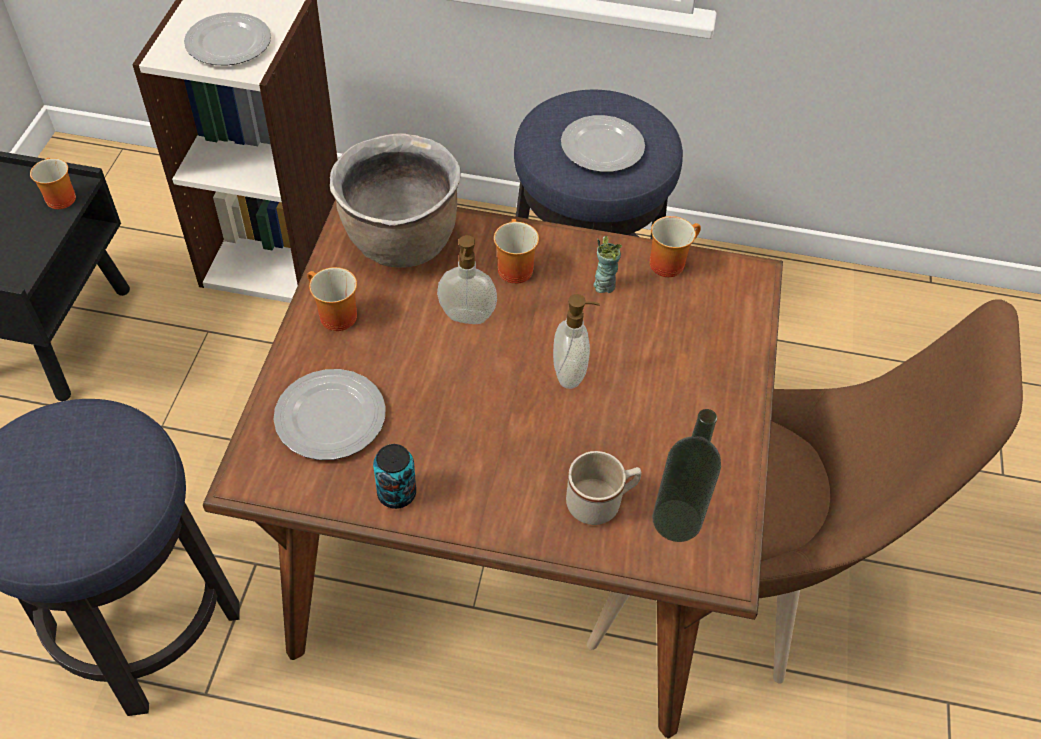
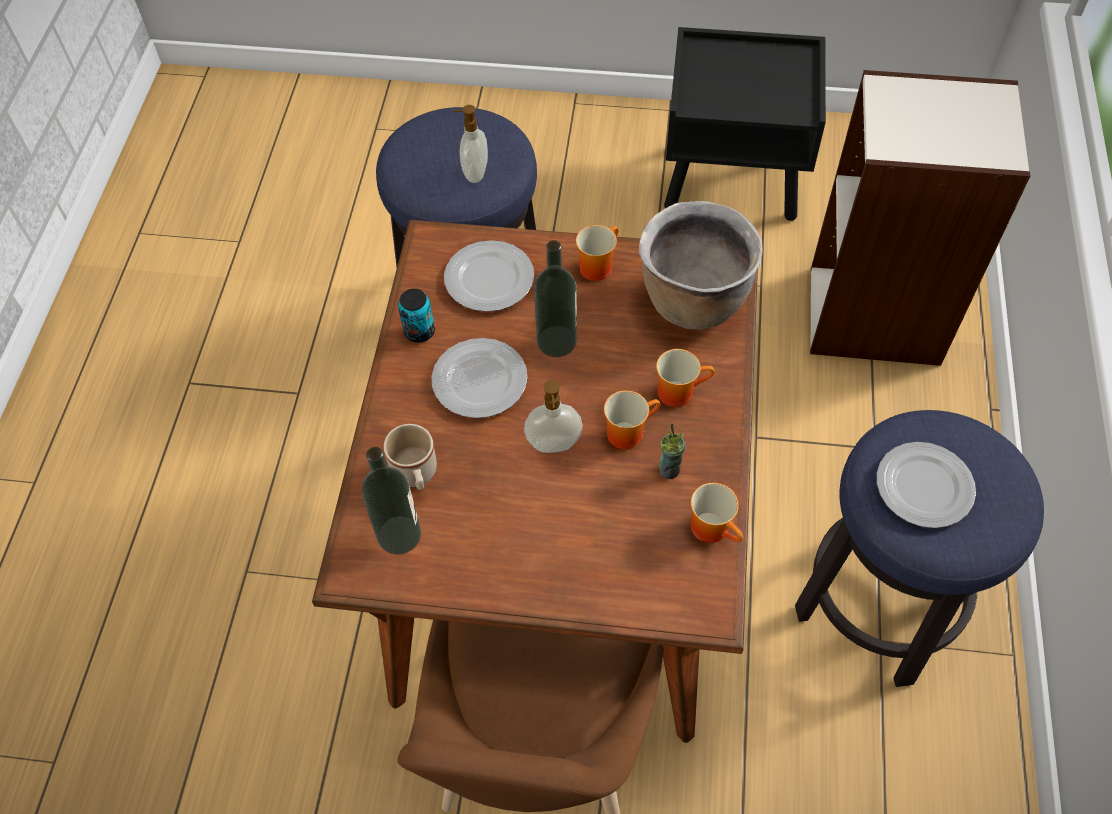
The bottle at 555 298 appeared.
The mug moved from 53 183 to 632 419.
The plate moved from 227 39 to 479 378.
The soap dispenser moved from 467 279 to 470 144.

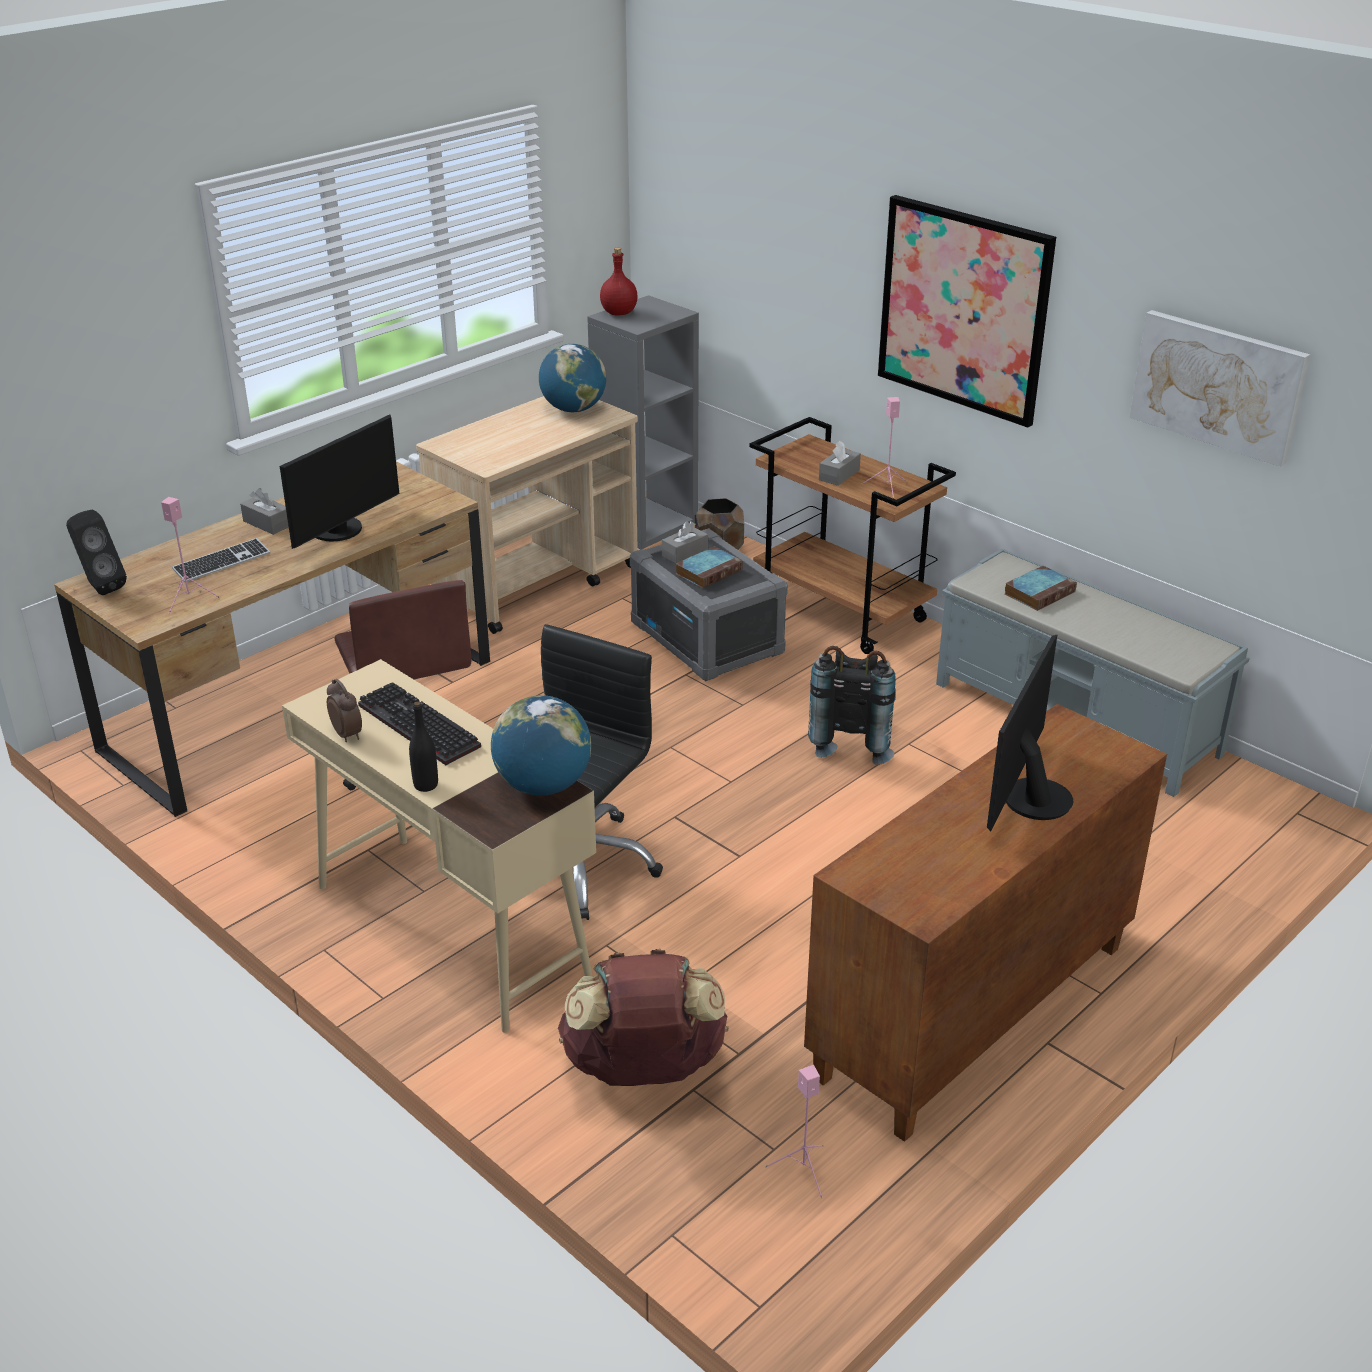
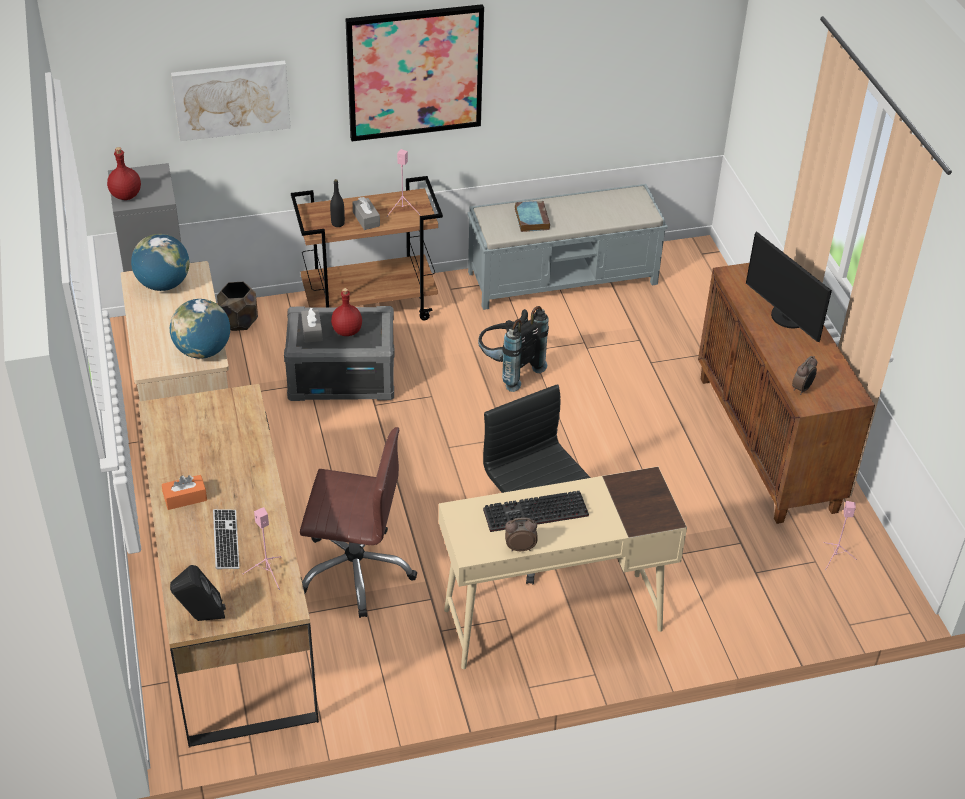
The monitor at 339 482 disappeared.
The backpack/brown at 643 1017 disappeared.
The alarm clock at 804 375 appeared.
The bottle/black moved from 423 747 to 337 203.
The globe moved from 541 745 to 200 329.
The picture moved from 1220 388 to 231 100.
The book at 709 567 was replaced by the bottle/red at 346 312.
The tissue box/grey at 264 511 became the tissue box/orange at 184 492.

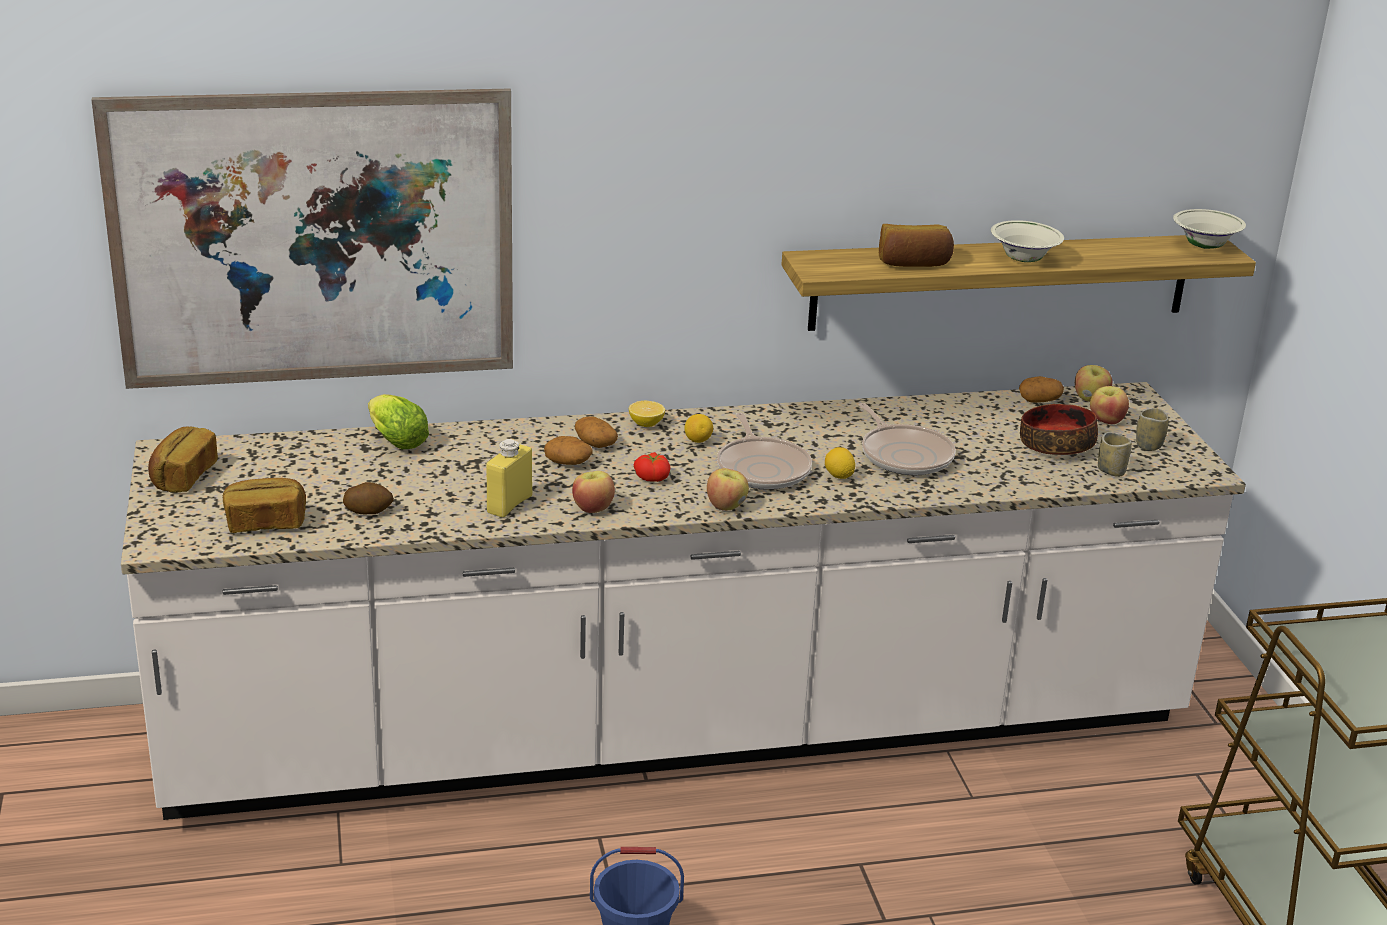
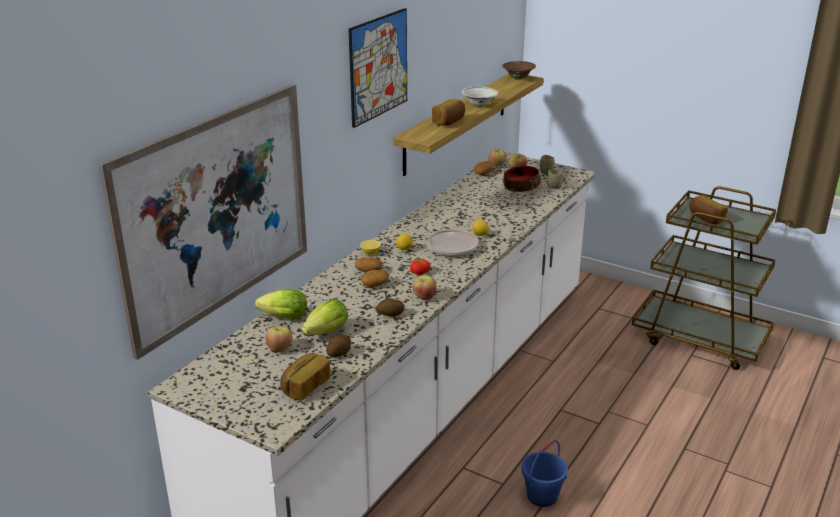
The frying pan at 907 439 disappeared.
The lettuce at 325 317 appeared.
The picture at 378 68 appeared.
The bread moved from 183 459 to 708 210.
The apple moved from 728 489 to 279 339.
The bottle/yellow at 509 478 was replaced by the potato at 390 307.
The bowl/white at 1209 229 became the bowl/brown at 519 70.

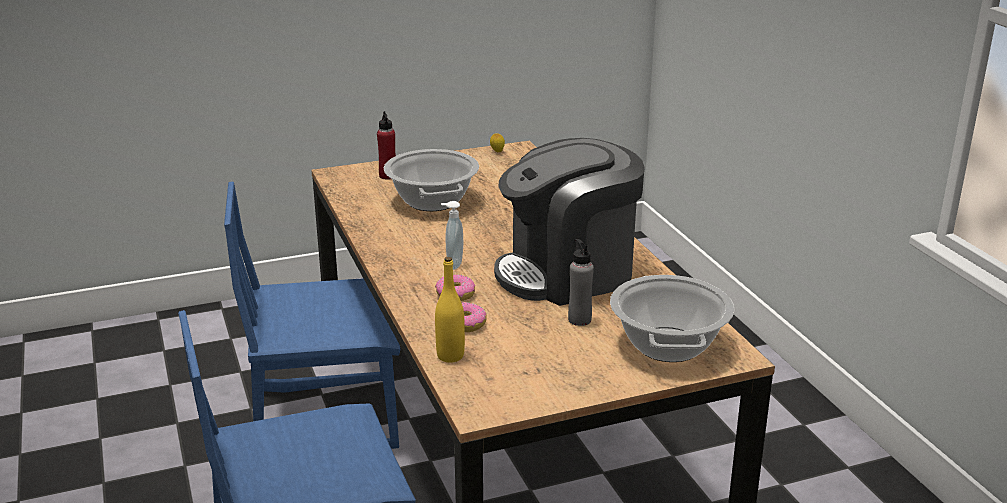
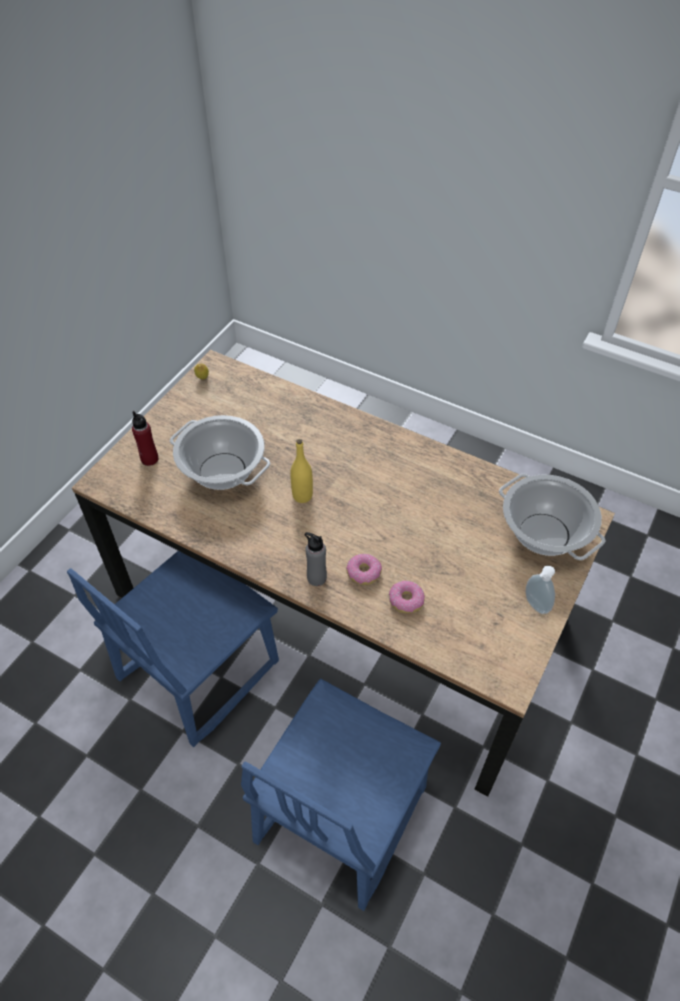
The coffee machine at 569 222 disappeared.
The bottle/yellow moved from 450 310 to 301 471.
The soap dispenser moved from 452 235 to 540 589.
The bottle/grey moved from 581 282 to 316 559.

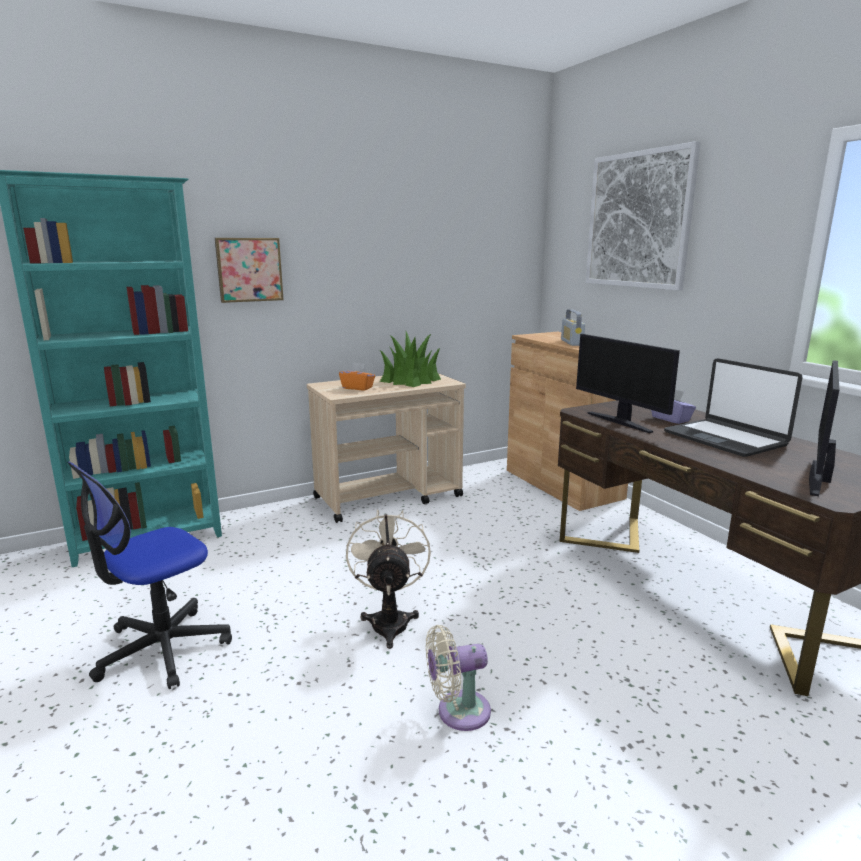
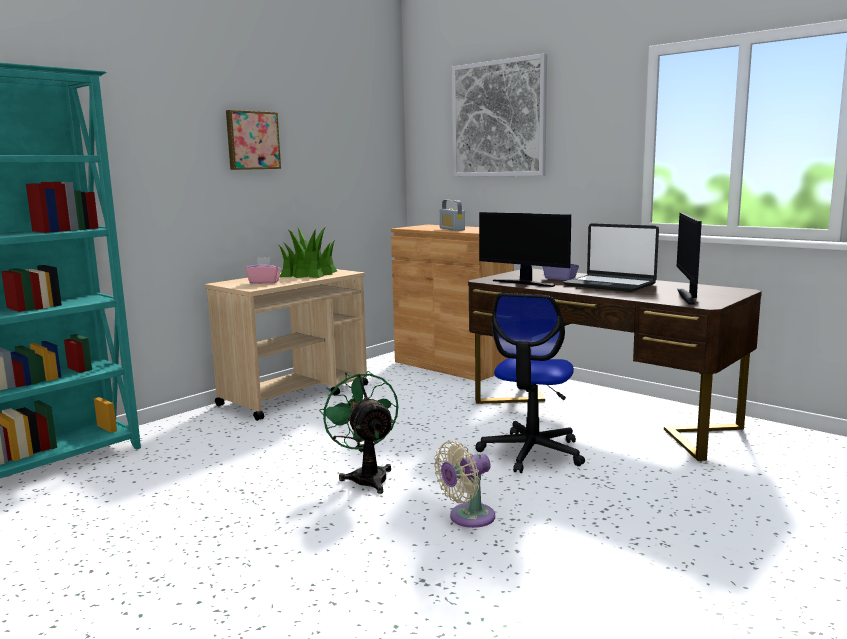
The office chair moved from 150 575 to 530 383.
The picture moved from 249 270 to 253 140.
The tissue box/orange at 357 376 became the tissue box/pink at 263 270.
The fan/beige at 388 579 became the fan/green at 358 432.

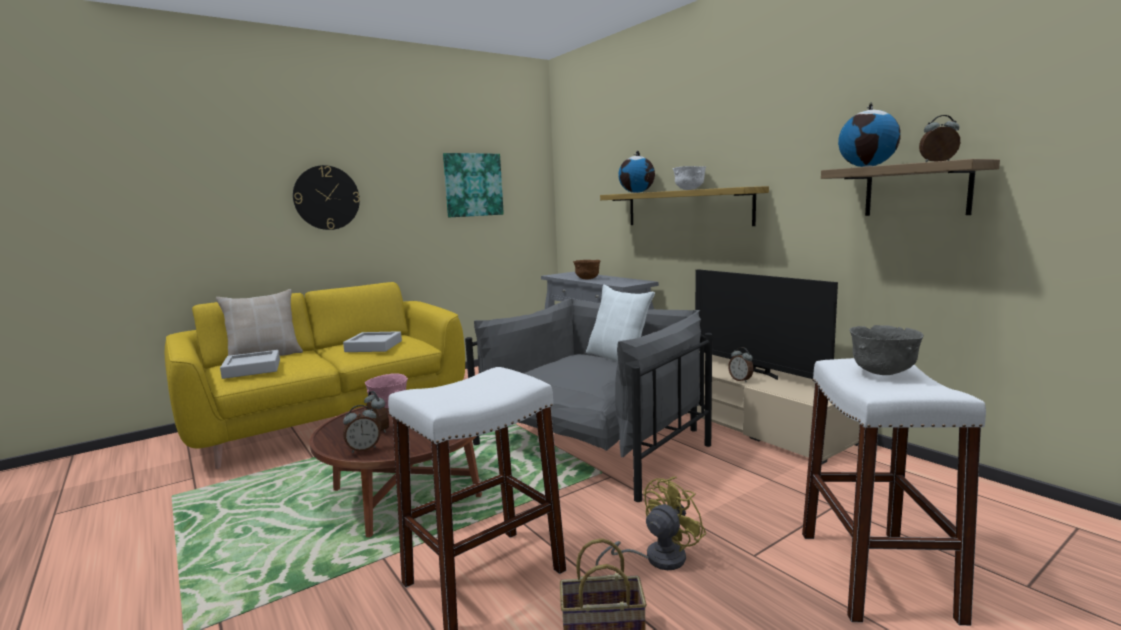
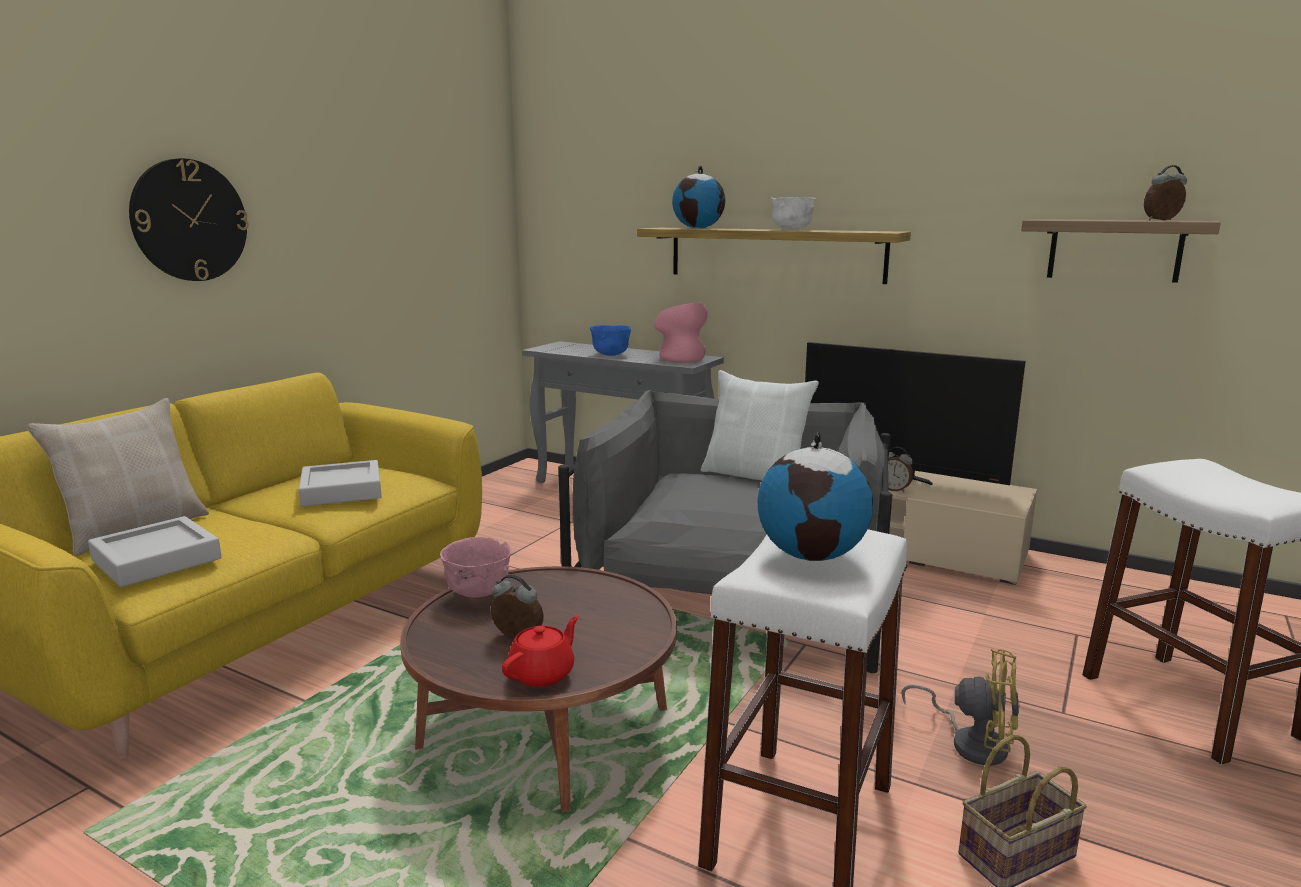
The picture at 473 185 disappeared.
The bowl/grey at 886 350 disappeared.
The vase/pink at 681 333 appeared.
The globe moved from 869 134 to 815 496.
The alarm clock at 362 429 was replaced by the teapot/red at 540 651.
The bowl/brown at 587 270 became the bowl/blue at 610 340.
The fan/yellow at 651 523 turned 90 degrees clockwise.

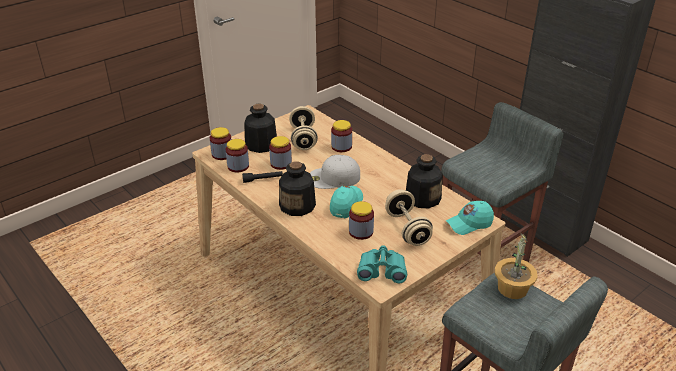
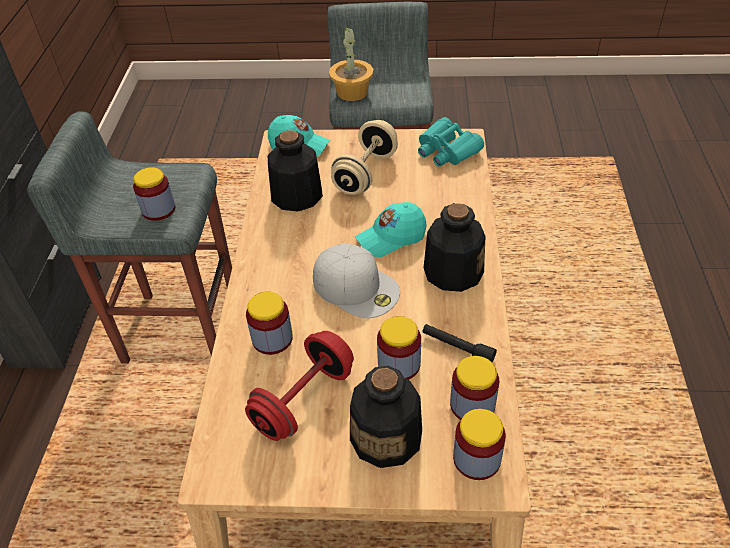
The jar moved from 361 220 to 154 194.
The dumbbell/beige at 303 128 became the dumbbell/red at 299 386.

